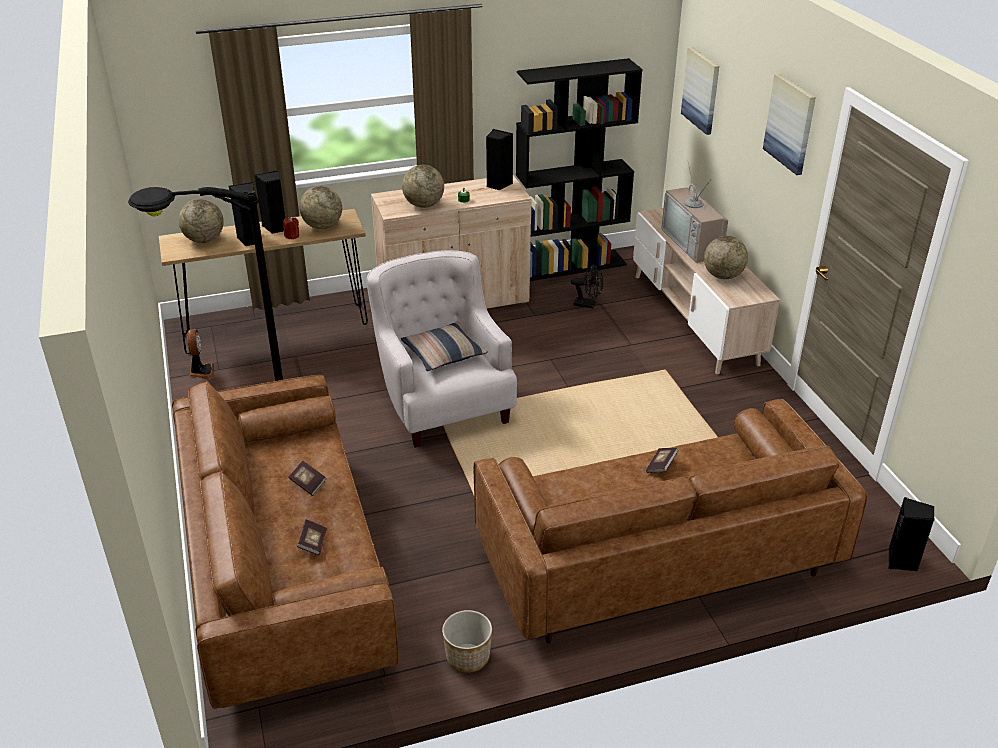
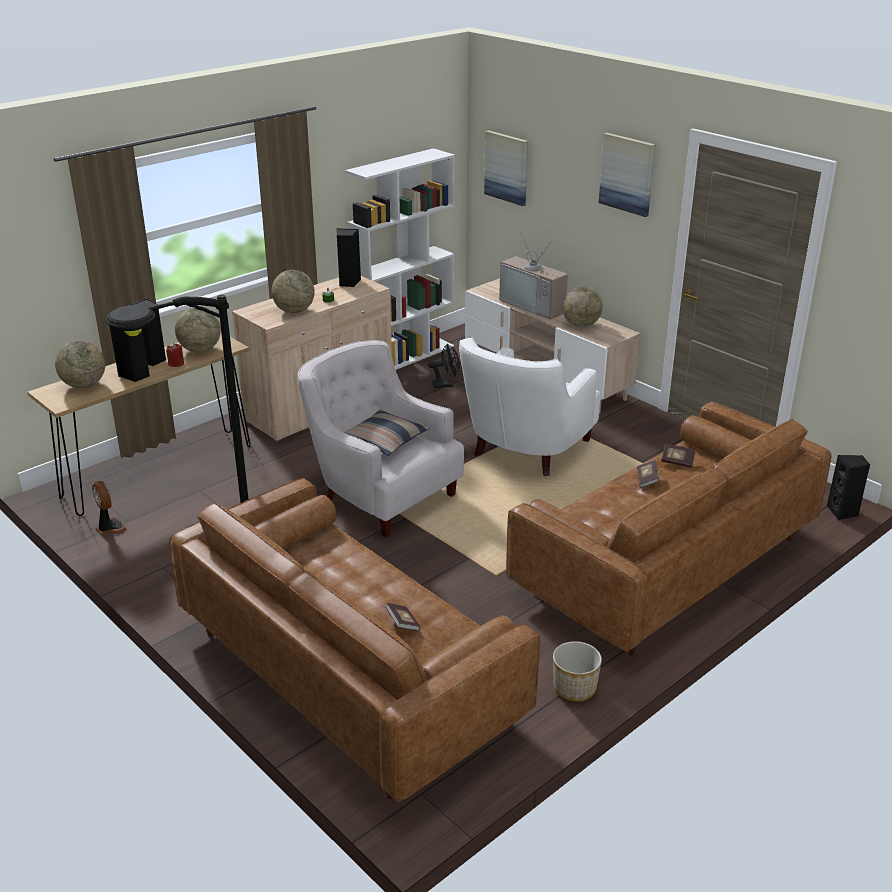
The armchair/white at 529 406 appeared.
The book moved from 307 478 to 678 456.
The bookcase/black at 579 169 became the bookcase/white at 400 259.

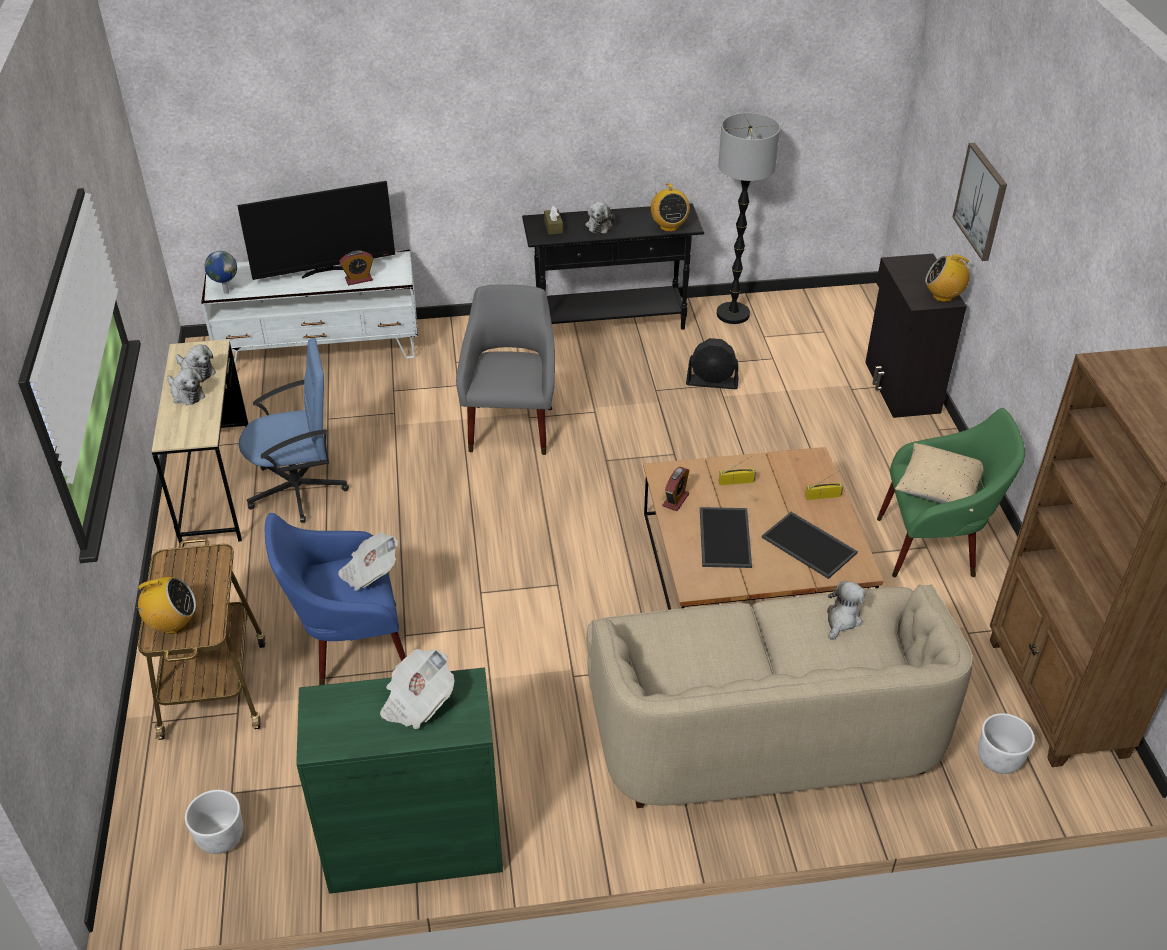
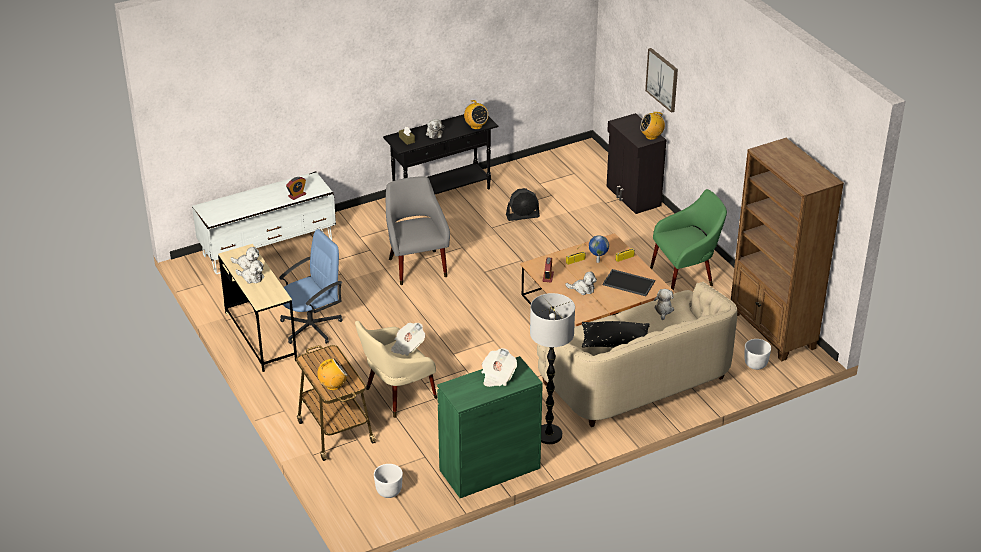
The television at 316 230 disappeared.
The pillow/beige at 939 477 disappeared.
The pillow/black at 616 334 appeared.
The globe moved from 221 272 to 599 249.
The floor lamp moved from 748 218 to 552 368.
The tray at 726 537 was replaced by the plush toy at 581 283.
The armchair/blue at 335 599 became the armchair/beige at 396 369.

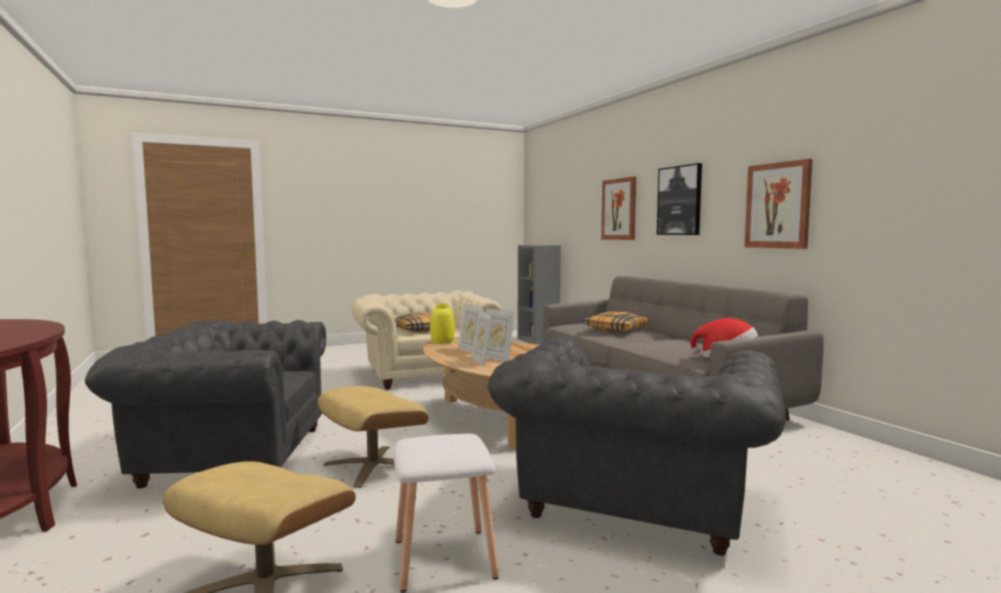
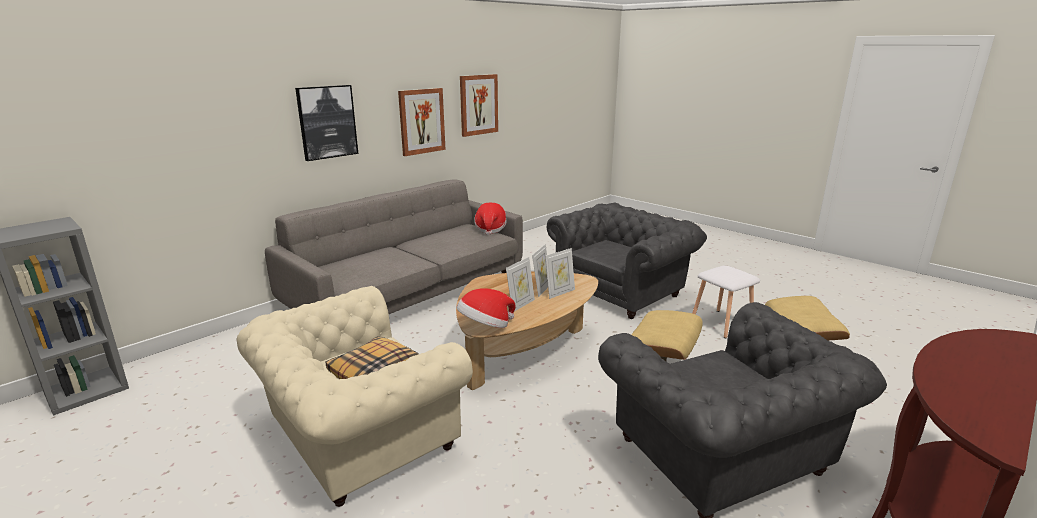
The pillow at 616 322 disappeared.
The picture moved from 618 208 to 479 105.
The vase/yellow at 442 324 was replaced by the hat at 486 308.
The armchair/grey at 637 446 turned 45 degrees counterclockwise.

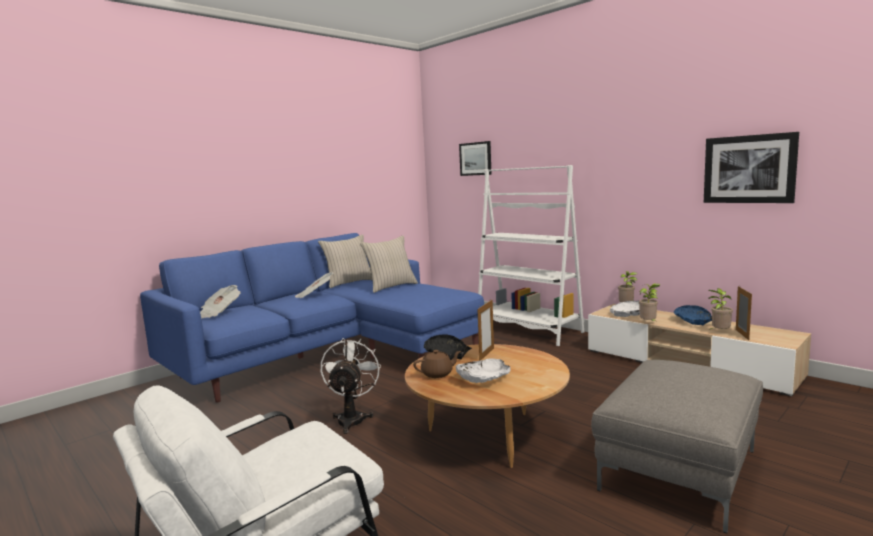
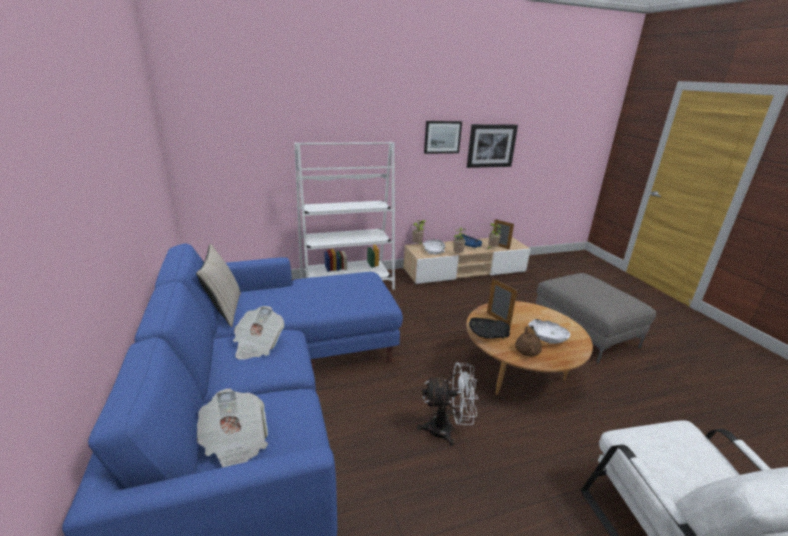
The pillow/beige at 389 264 disappeared.
The picture moved from 475 158 to 443 137.
The fan/white at 351 386 turned 150 degrees clockwise.

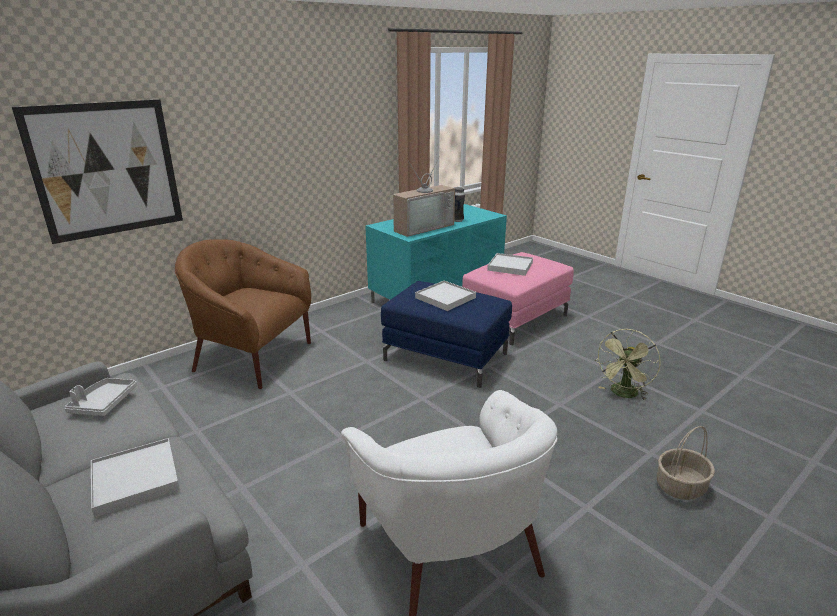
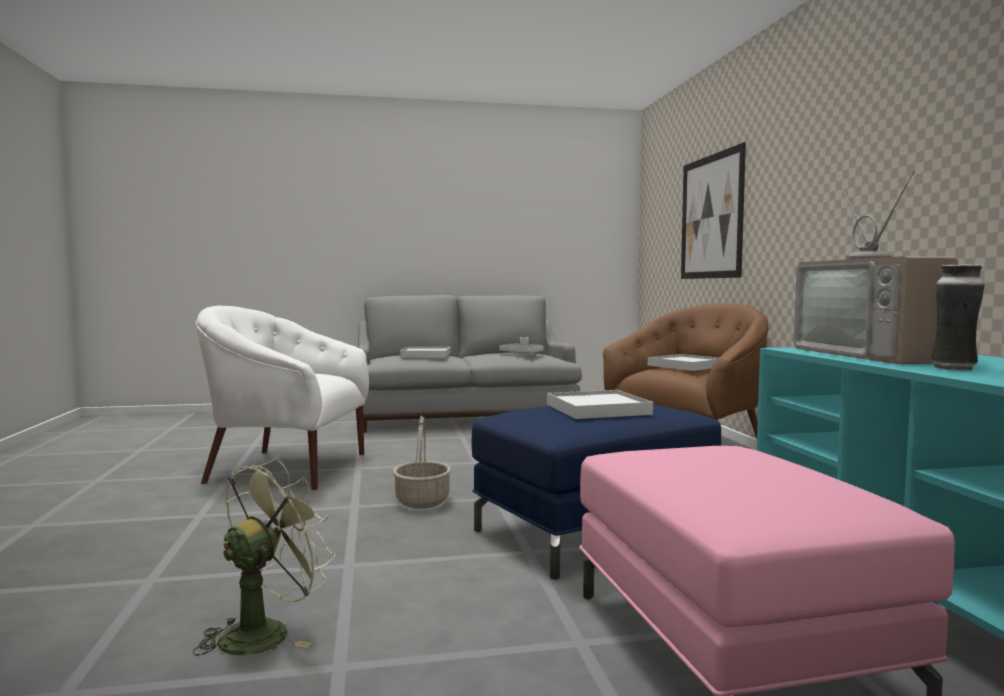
The tray/white moved from 510 264 to 683 362.
The basket moved from 685 463 to 422 462.
The fan/green at 628 364 turned 60 degrees clockwise.

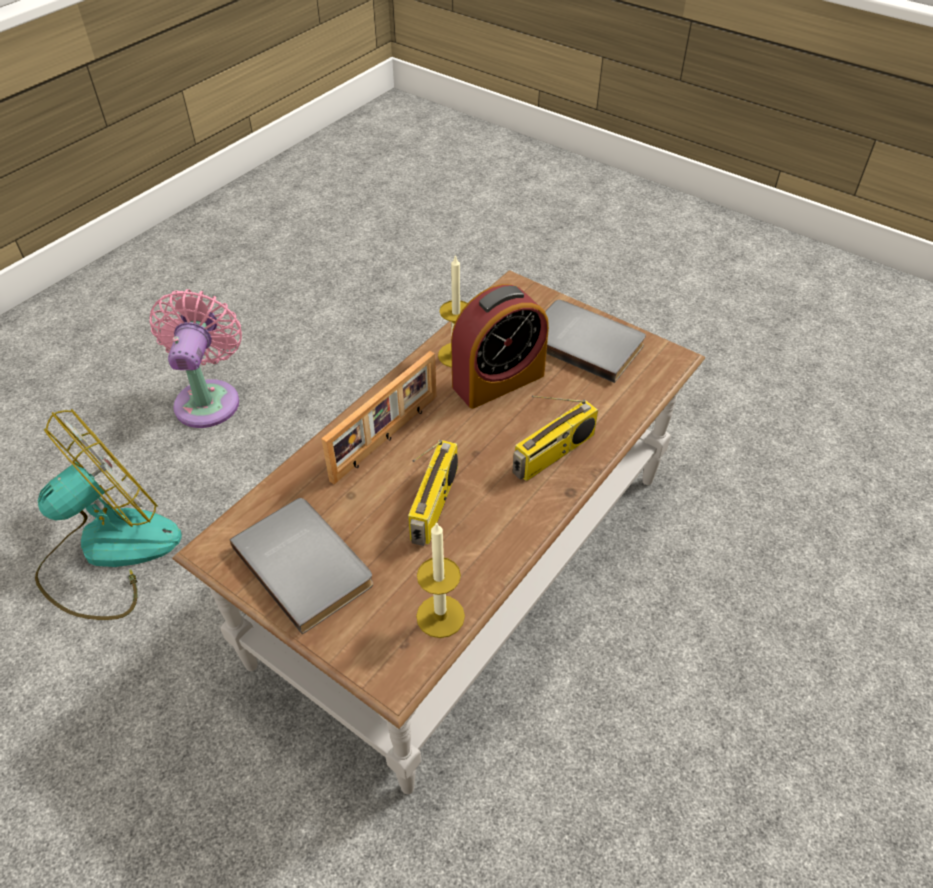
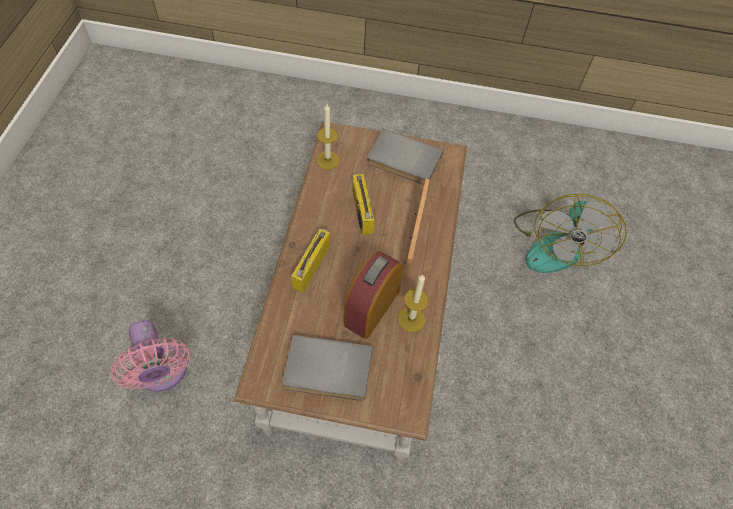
The fan/pink moved from 196 358 to 150 356.

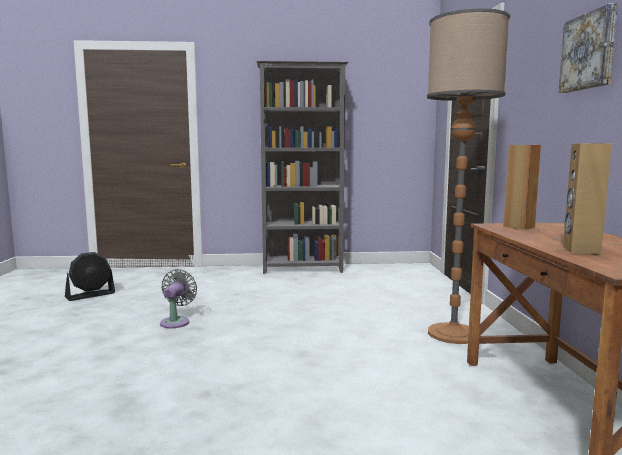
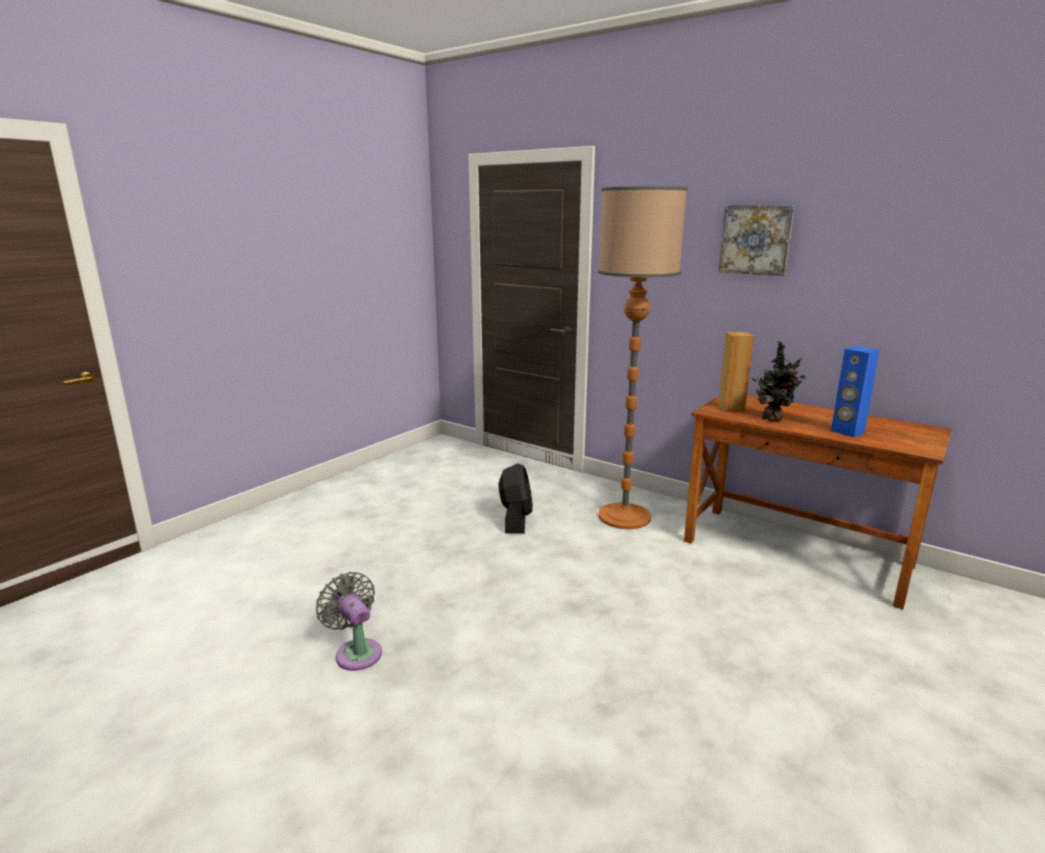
The bookcase/grey at 302 167 disappeared.
The potted plant at 778 381 appeared.
The fan/black moved from 90 276 to 515 498.
The speaker/brown at 587 198 became the speaker/blue at 855 391.

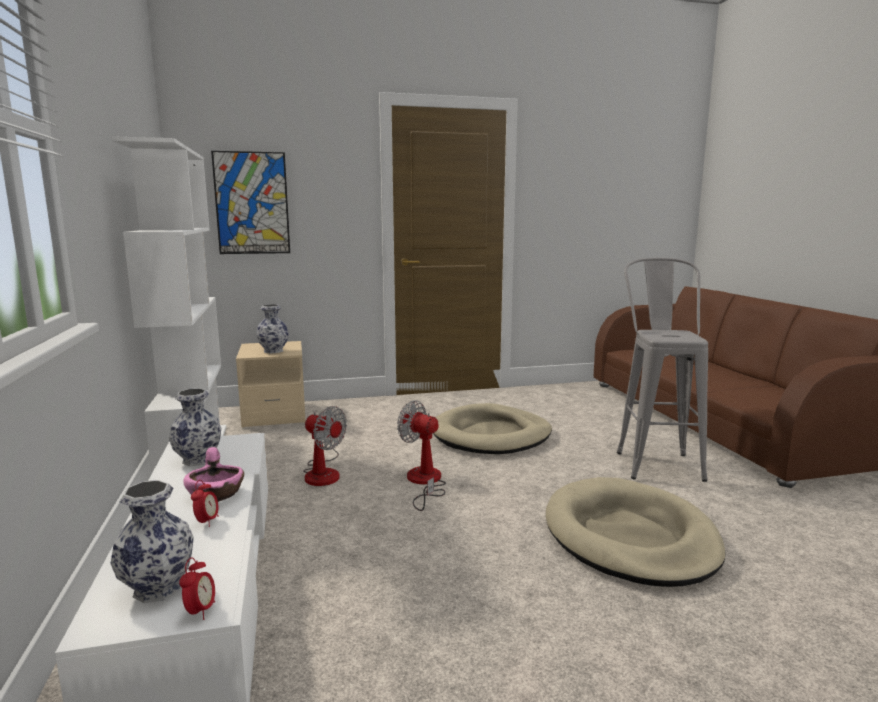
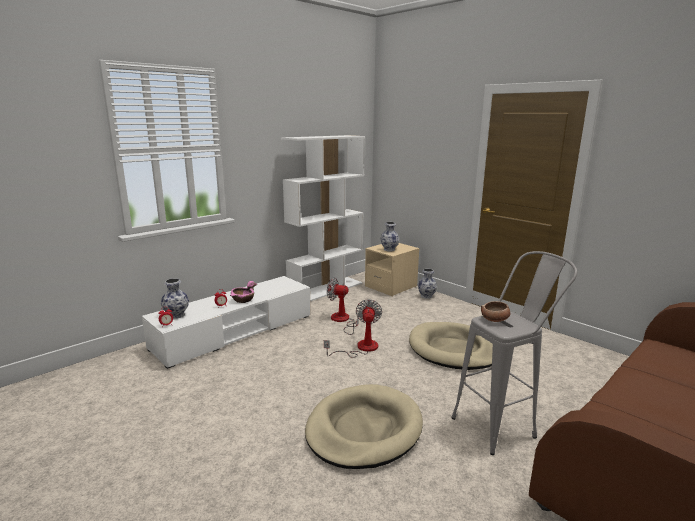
The picture at 250 202 disappeared.
The bowl at 495 311 appeared.
The vase moved from 195 427 to 427 284.
The fan at 325 446 turned 105 degrees clockwise.

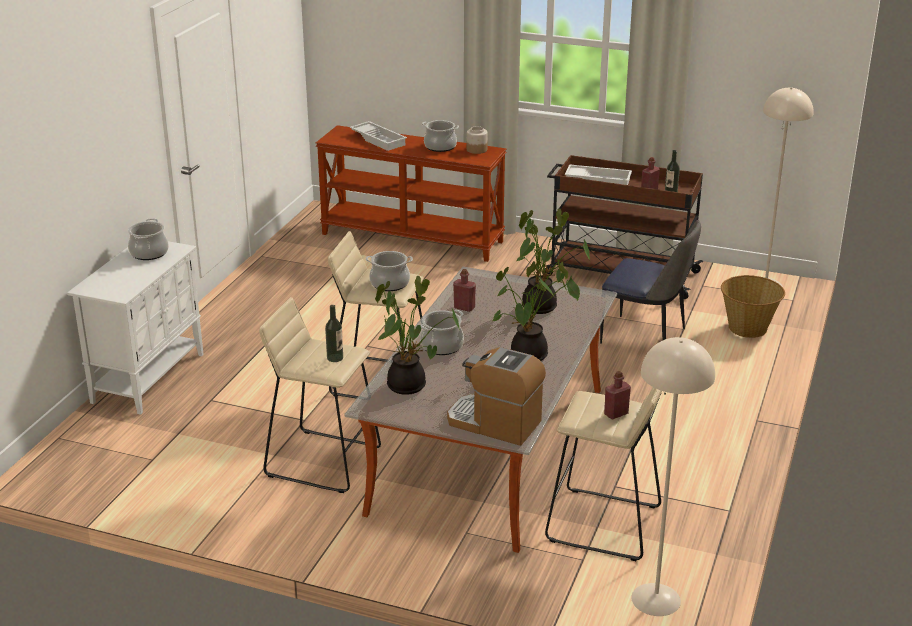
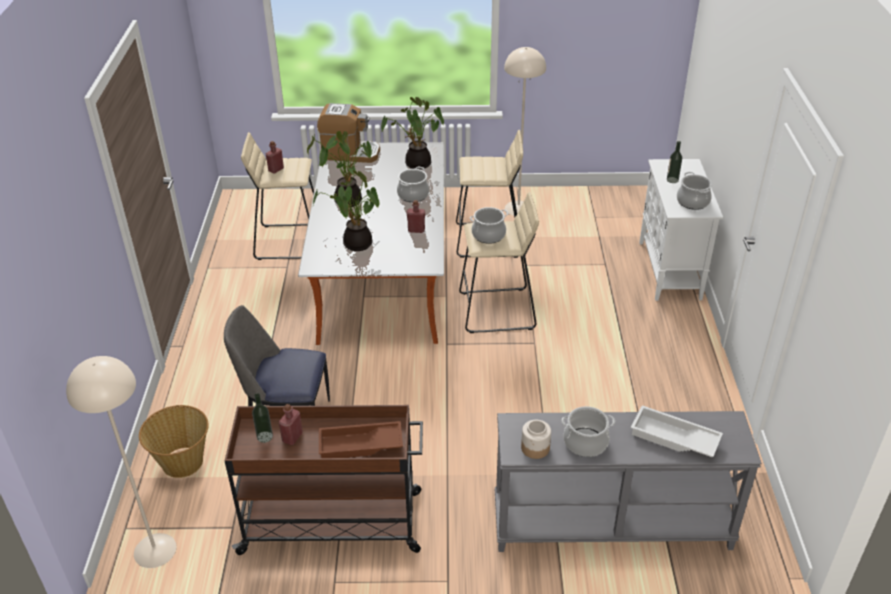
The bottle moved from 334 333 to 674 162.
The floor lamp/beige moved from 673 476 to 525 131.
The console table/brown at 411 193 became the console table/grey at 628 481.
The tray/white at 598 174 became the tray/brown at 361 439.

